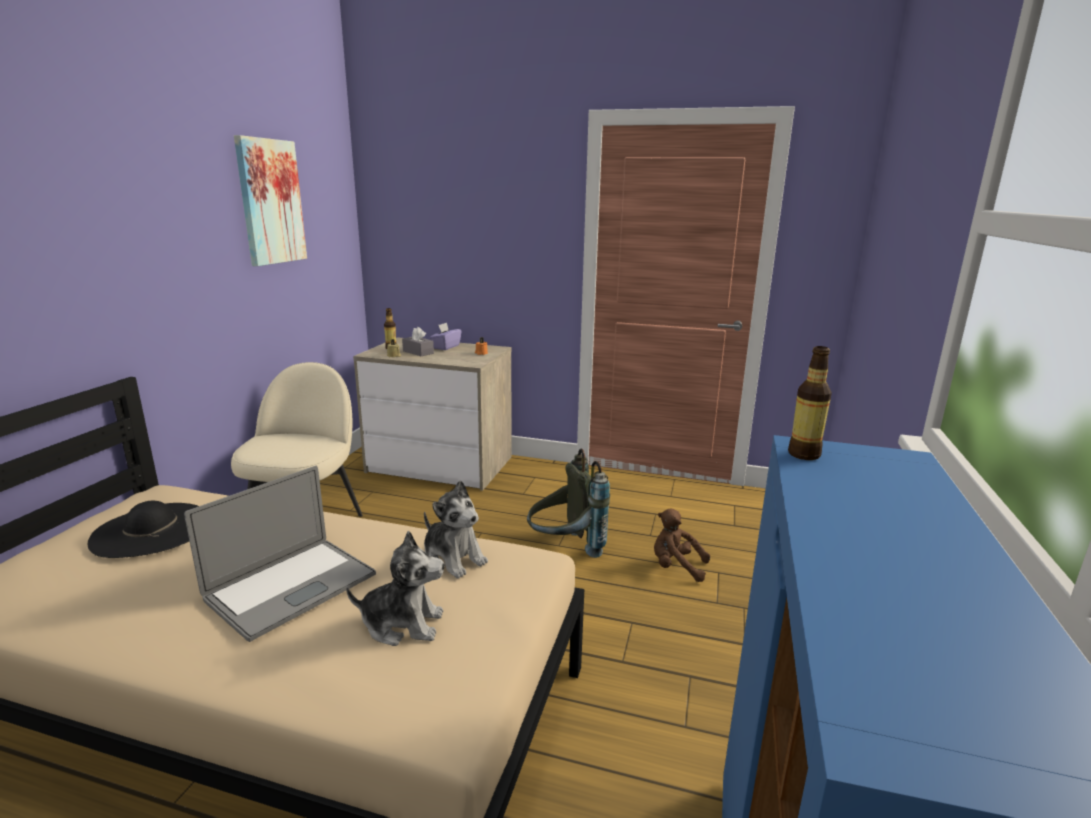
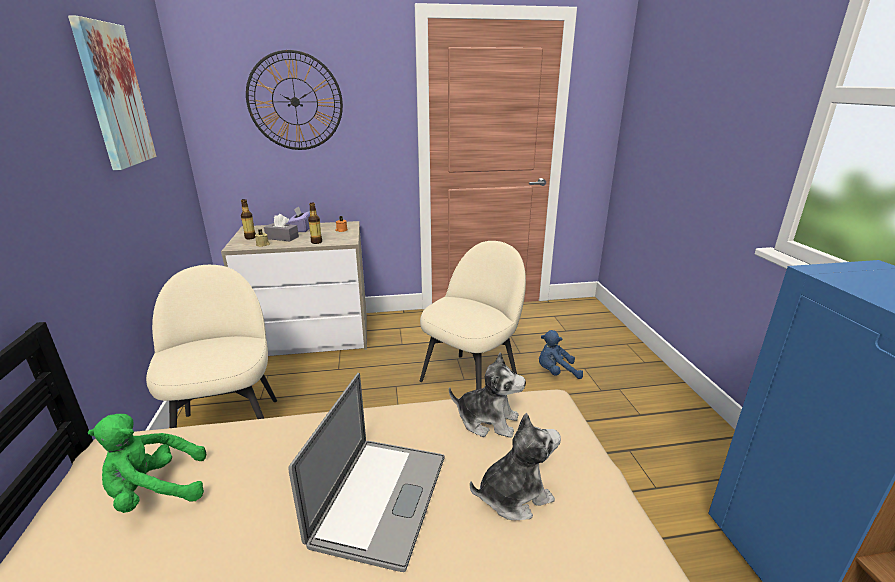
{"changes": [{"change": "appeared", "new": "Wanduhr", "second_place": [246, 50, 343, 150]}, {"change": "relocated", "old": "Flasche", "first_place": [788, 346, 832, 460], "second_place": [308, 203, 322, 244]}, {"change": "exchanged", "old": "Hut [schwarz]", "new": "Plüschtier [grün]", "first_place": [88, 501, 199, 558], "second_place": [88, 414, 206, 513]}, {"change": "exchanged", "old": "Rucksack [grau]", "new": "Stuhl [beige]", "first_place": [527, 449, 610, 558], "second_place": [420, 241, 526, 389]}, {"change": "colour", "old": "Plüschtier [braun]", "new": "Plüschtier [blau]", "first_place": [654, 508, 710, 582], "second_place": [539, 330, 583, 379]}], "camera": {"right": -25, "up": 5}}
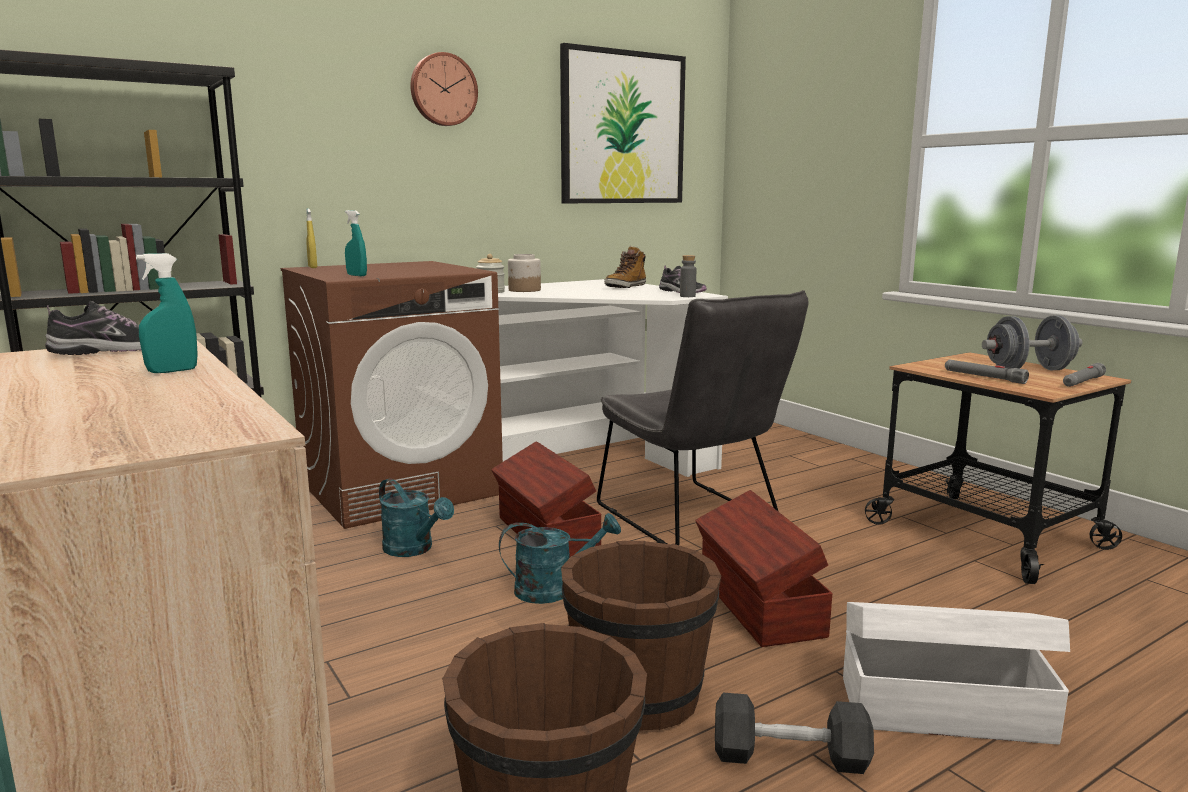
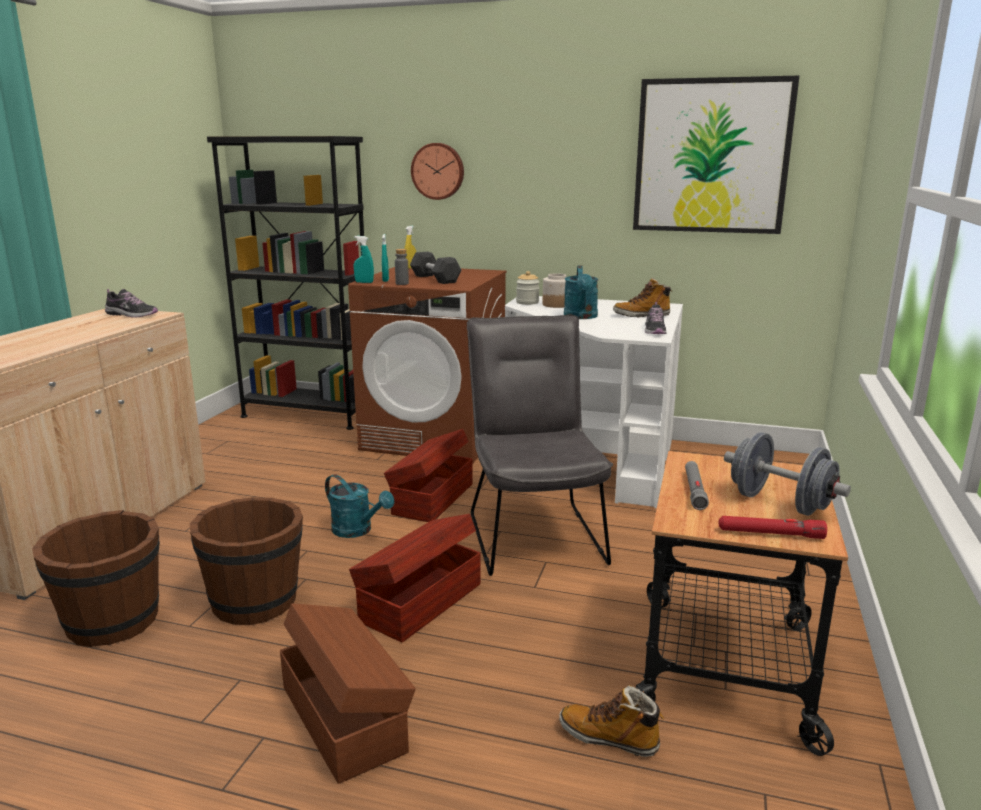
{"changes": [{"change": "appeared", "new": "Stiefel", "second_place": [559, 685, 664, 757]}, {"change": "relocated", "old": "Sprühflasche [türkis]", "first_place": [136, 253, 198, 373], "second_place": [354, 236, 374, 283]}, {"change": "relocated", "old": "Gießkanne [türkis]", "first_place": [379, 478, 454, 557], "second_place": [564, 266, 598, 319]}, {"change": "relocated", "old": "Wanduhr", "first_place": [410, 52, 478, 126], "second_place": [411, 143, 464, 200]}, {"change": "relocated", "old": "Flasche [grau]", "first_place": [680, 255, 696, 297], "second_place": [395, 249, 409, 285]}, {"change": "relocated", "old": "Hantel [schwarz]", "first_place": [715, 693, 874, 774], "second_place": [410, 252, 461, 284]}, {"change": "colour", "old": "Aufbewahrungsbox [weiß]", "new": "Aufbewahrungsbox [braun]", "first_place": [843, 602, 1070, 744], "second_place": [280, 603, 416, 784]}, {"change": "colour", "old": "Taschenlampe [grau]", "new": "Taschenlampe [rot]", "first_place": [1063, 363, 1106, 387], "second_place": [719, 516, 827, 539]}, {"change": "spun", "old": "Stuhl [grau]", "first_place": [597, 290, 808, 545], "second_place": [467, 315, 613, 576], "degrees": 150}], "camera": {"right": 50, "up": 5}}
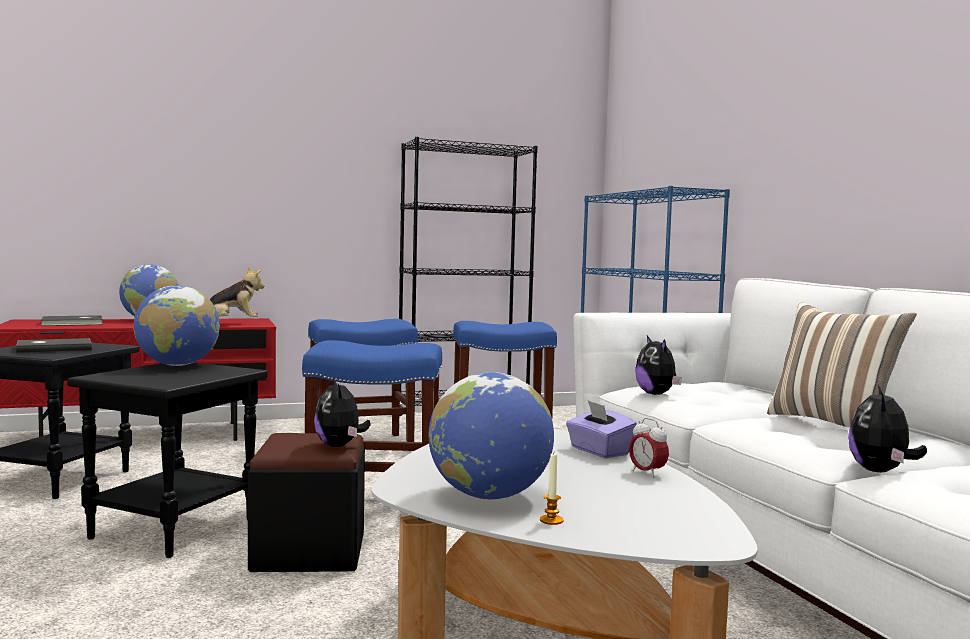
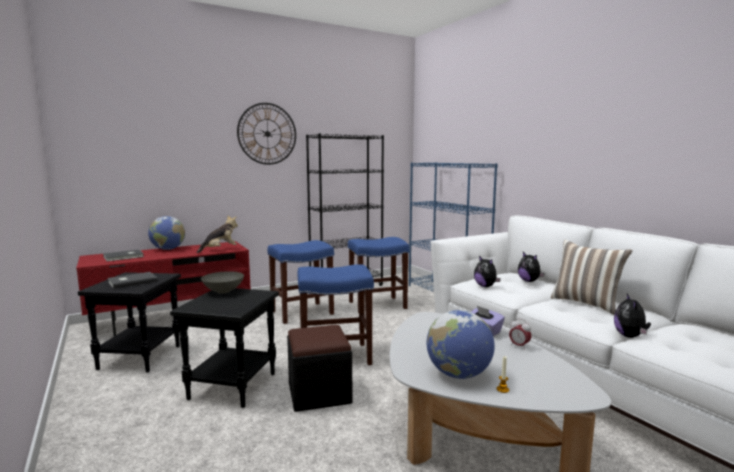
{"changes": [{"change": "appeared", "new": "Wanduhr", "second_place": [237, 103, 296, 165]}, {"change": "relocated", "old": "Plüschtier", "first_place": [314, 377, 370, 447], "second_place": [518, 252, 545, 282]}, {"change": "exchanged", "old": "Globus", "new": "Schüssel [grau]", "first_place": [134, 286, 220, 366], "second_place": [201, 271, 244, 294]}], "camera": {"right": -10, "up": 5}}
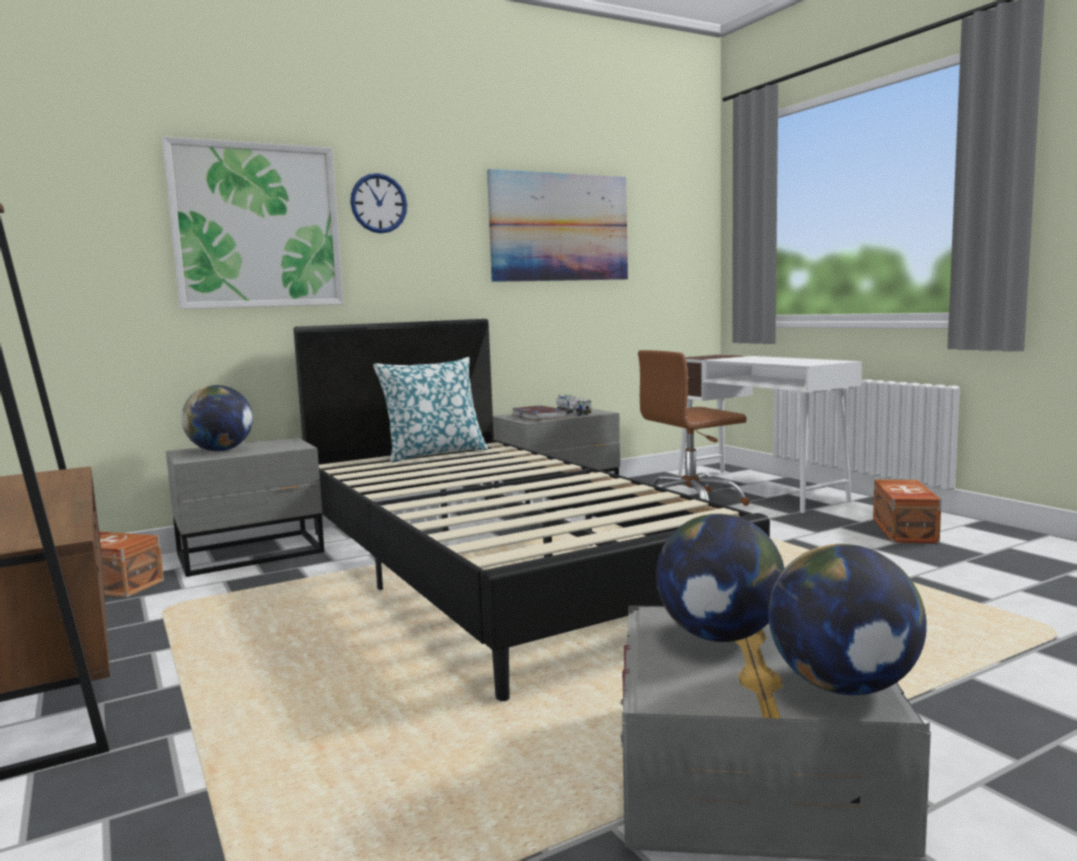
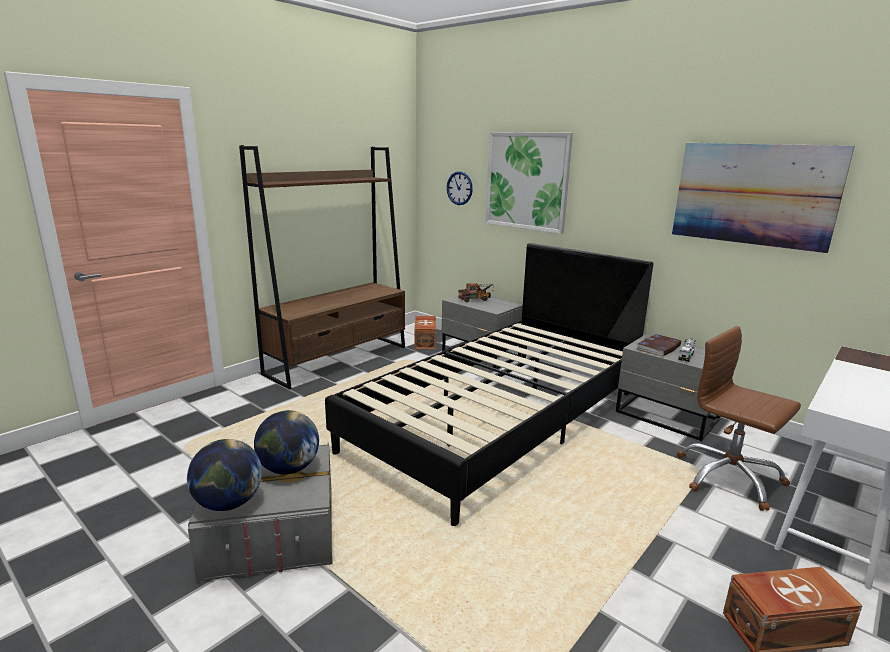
{"changes": [{"change": "missing", "old": "Kissen", "first_place": [373, 357, 488, 463]}, {"change": "relocated", "old": "Wanduhr", "first_place": [350, 173, 407, 233], "second_place": [447, 171, 473, 205]}, {"change": "exchanged", "old": "Globus", "new": "Spielzeuglaster", "first_place": [181, 385, 253, 451], "second_place": [458, 283, 493, 302]}], "camera": {"right": 70, "up": 10}}
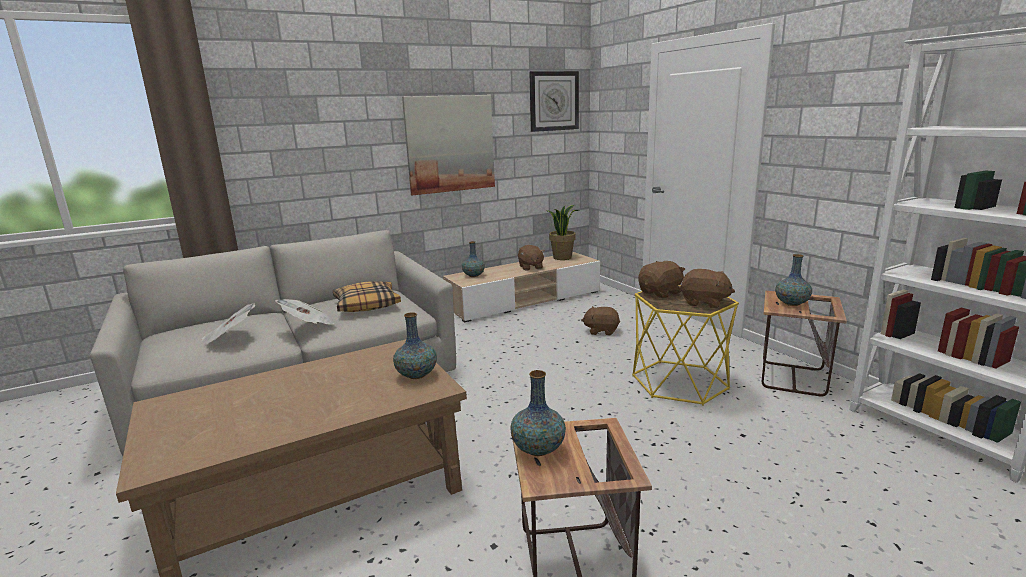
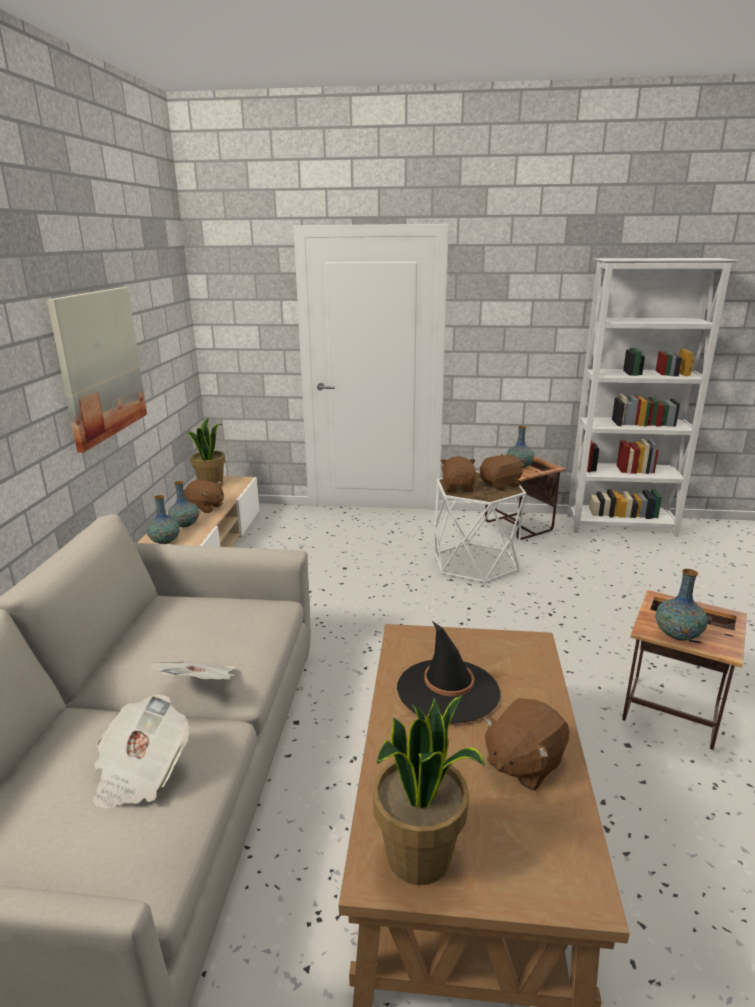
{"changes": [{"change": "missing", "old": "Kissen", "first_place": [333, 281, 401, 312]}, {"change": "missing", "old": "Wanduhr", "first_place": [529, 71, 579, 132]}, {"change": "appeared", "new": "Topfpflanze", "second_place": [373, 695, 485, 885]}, {"change": "appeared", "new": "Hut [schwarz]", "second_place": [397, 621, 501, 724]}, {"change": "relocated", "old": "Vase", "first_place": [393, 312, 437, 379], "second_place": [168, 481, 199, 527]}, {"change": "relocated", "old": "Plüschtier [braun]", "first_place": [581, 306, 620, 335], "second_place": [484, 698, 569, 791]}, {"change": "colour", "old": "Beistelltisch [gelb]", "new": "Beistelltisch [weiß]", "first_place": [632, 285, 739, 406], "second_place": [435, 471, 526, 584]}], "camera": {"right": -55, "up": 5}}
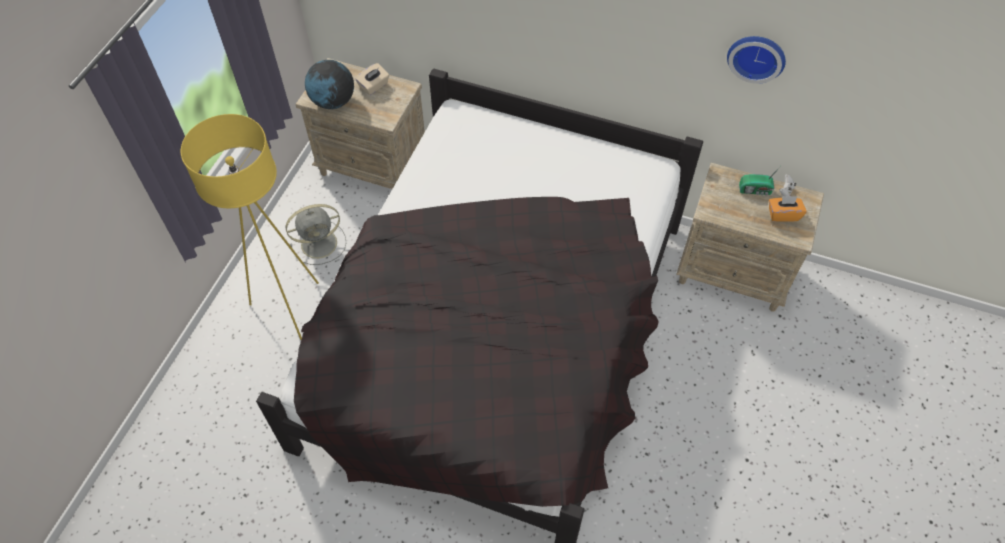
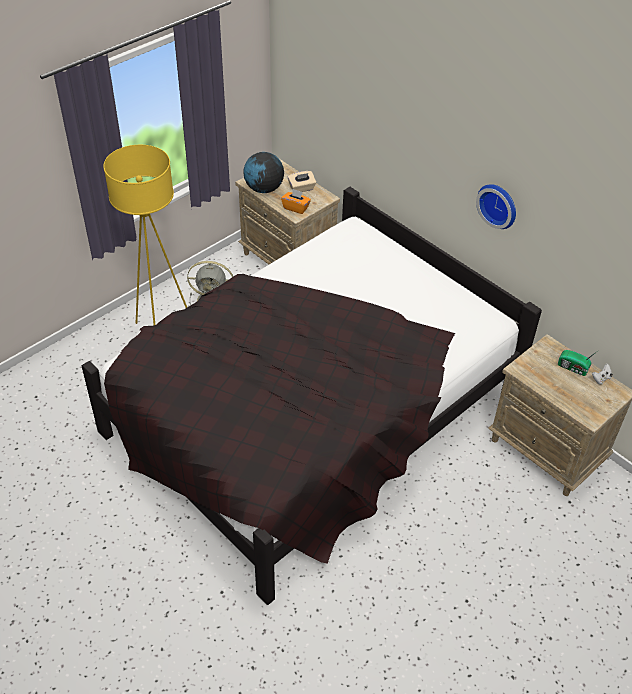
{"changes": [{"change": "relocated", "old": "Wanduhr", "first_place": [727, 36, 786, 84], "second_place": [476, 184, 516, 229]}, {"change": "relocated", "old": "Taschentuchbox [orange]", "first_place": [769, 196, 807, 222], "second_place": [281, 189, 311, 214]}], "camera": {"right": 25, "up": -10}}
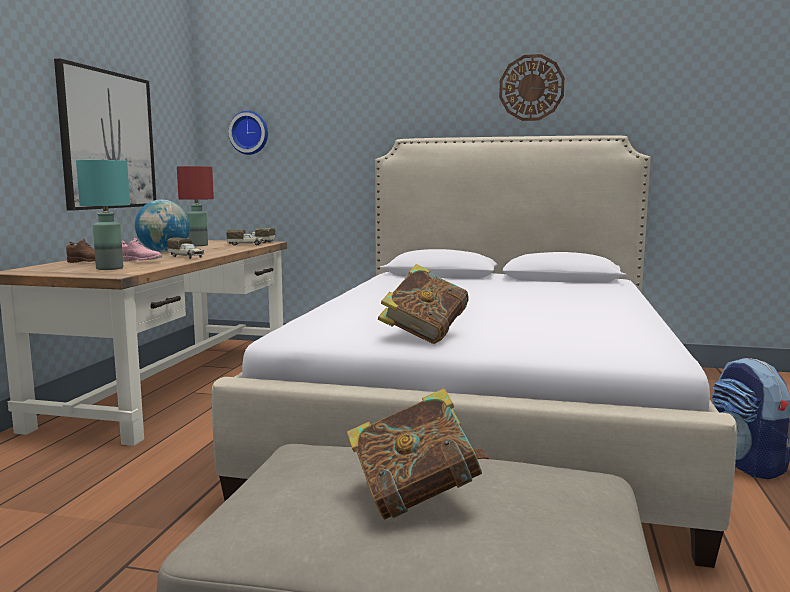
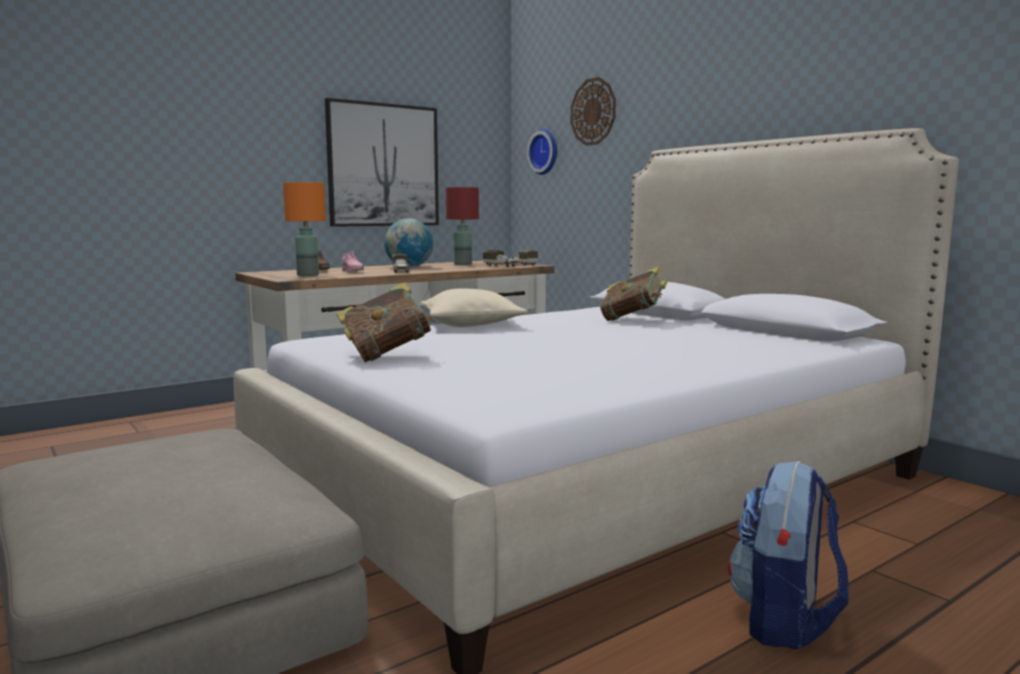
{"changes": [{"change": "appeared", "new": "Kissen [beige]", "second_place": [420, 288, 528, 327]}, {"change": "relocated", "old": "Buch", "first_place": [347, 388, 489, 520], "second_place": [600, 267, 667, 321]}, {"change": "relocated", "old": "Wanduhr", "first_place": [499, 54, 565, 121], "second_place": [571, 77, 616, 146]}, {"change": "colour", "old": "Tischlampe [türkis]", "new": "Tischlampe [orange]", "first_place": [76, 160, 130, 270], "second_place": [283, 182, 326, 276]}], "camera": {"right": 40, "up": 0}}
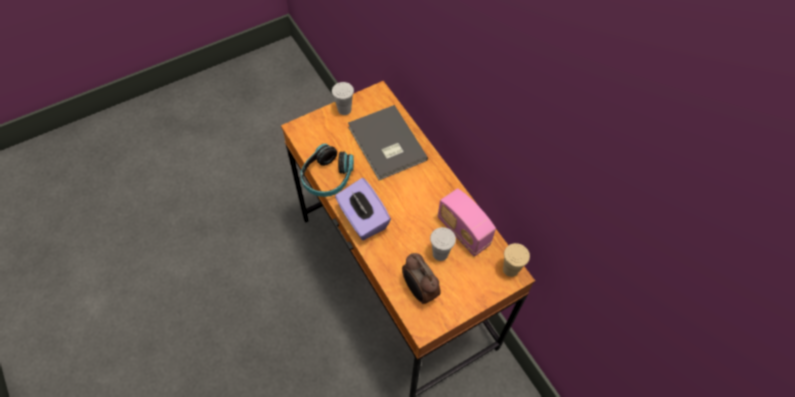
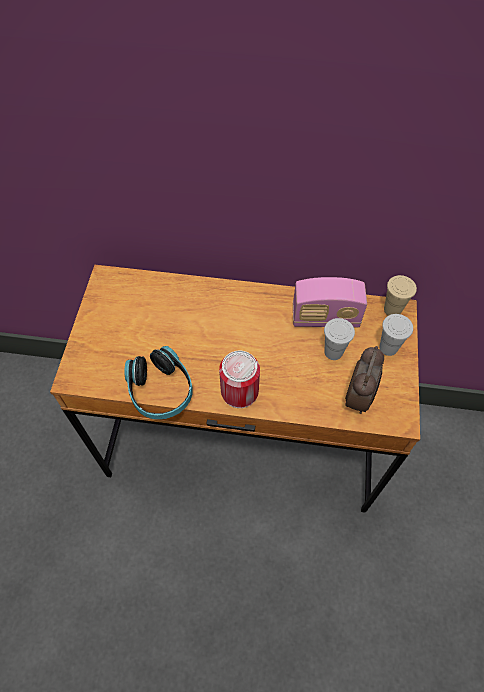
{"changes": [{"change": "missing", "old": "Buch [grau]", "first_place": [348, 105, 428, 180]}, {"change": "relocated", "old": "Tasse [weiß]", "first_place": [332, 82, 354, 115], "second_place": [379, 314, 413, 356]}, {"change": "exchanged", "old": "Taschentuchbox [lila]", "new": "Dose", "first_place": [335, 178, 391, 240], "second_place": [219, 351, 260, 408]}, {"change": "spun", "old": "Wecker", "first_place": [402, 253, 441, 304], "second_place": [345, 346, 384, 414], "degrees": -75}], "camera": {"right": -50, "up": 0}}
